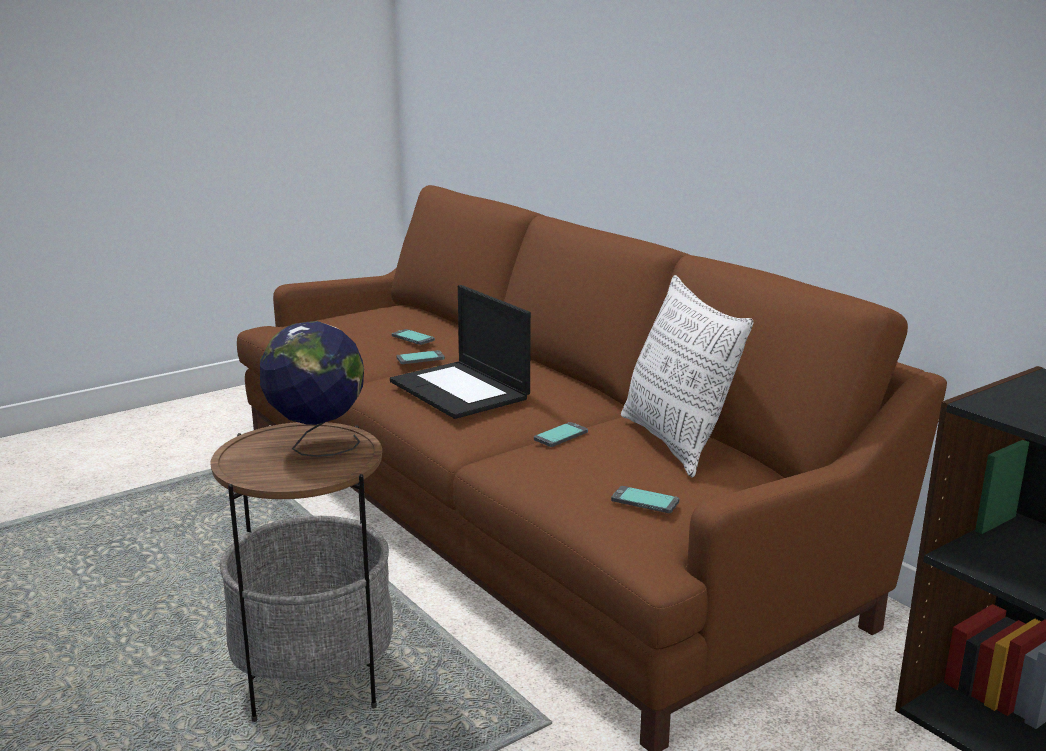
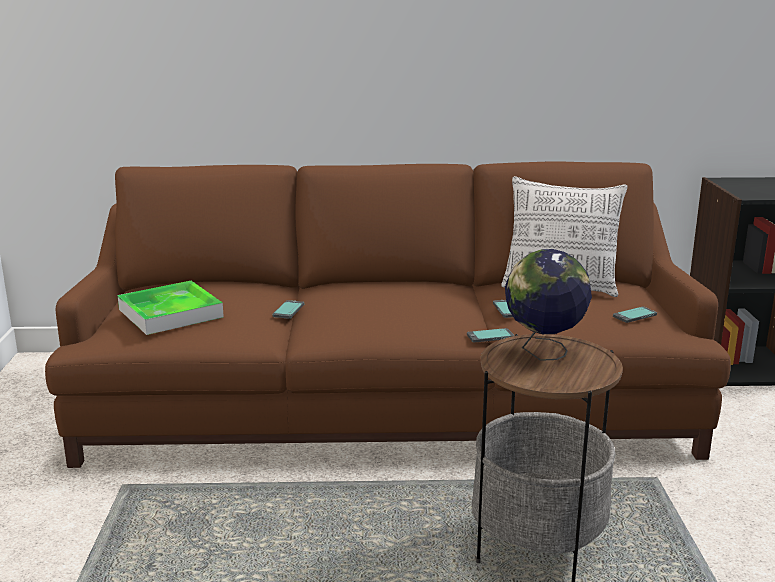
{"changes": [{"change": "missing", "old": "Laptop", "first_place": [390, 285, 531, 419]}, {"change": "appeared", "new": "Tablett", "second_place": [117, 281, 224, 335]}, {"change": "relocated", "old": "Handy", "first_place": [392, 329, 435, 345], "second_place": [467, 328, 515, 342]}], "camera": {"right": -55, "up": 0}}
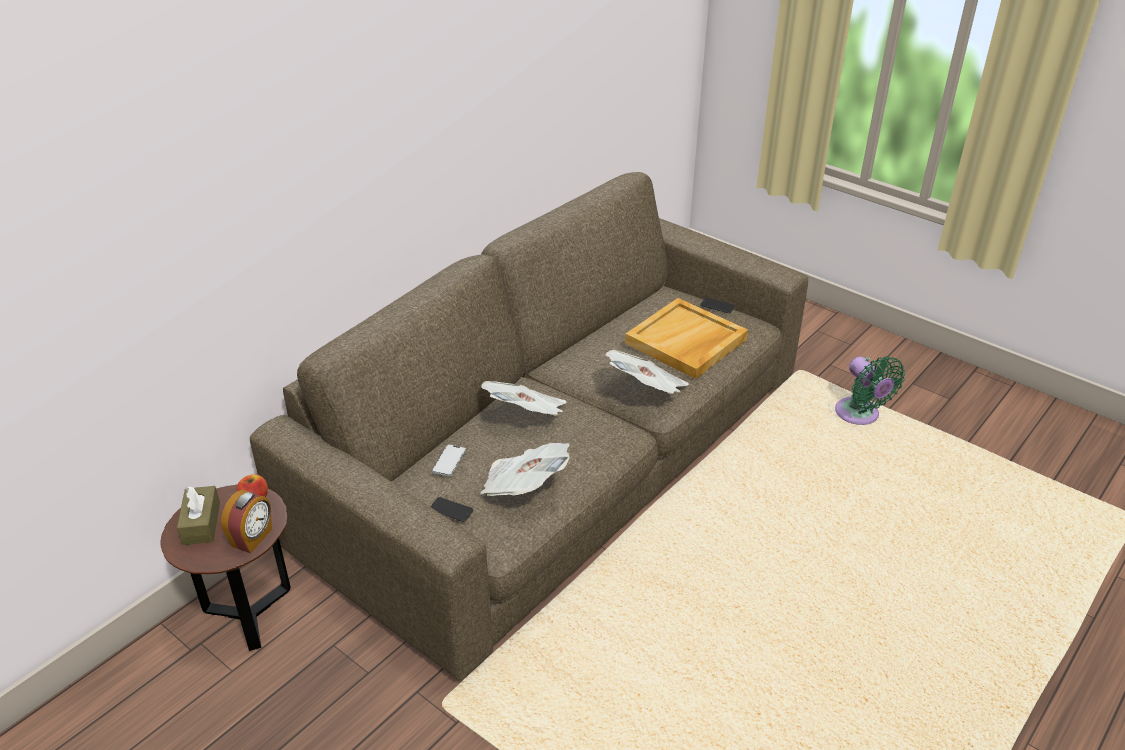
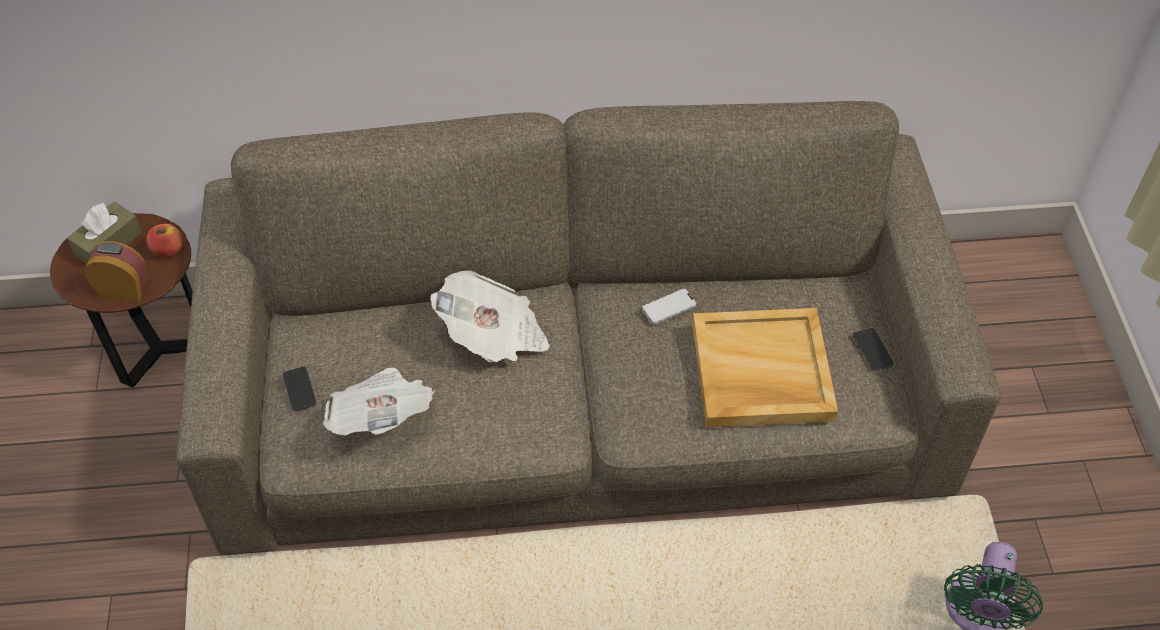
{"changes": [{"change": "missing", "old": "Zeitung", "first_place": [606, 350, 689, 394]}, {"change": "relocated", "old": "Handy", "first_place": [432, 444, 466, 476], "second_place": [642, 288, 697, 325]}, {"change": "spun", "old": "Wecker", "first_place": [221, 490, 272, 553], "second_place": [84, 241, 147, 303], "degrees": -150}], "camera": {"right": 45, "up": 15}}
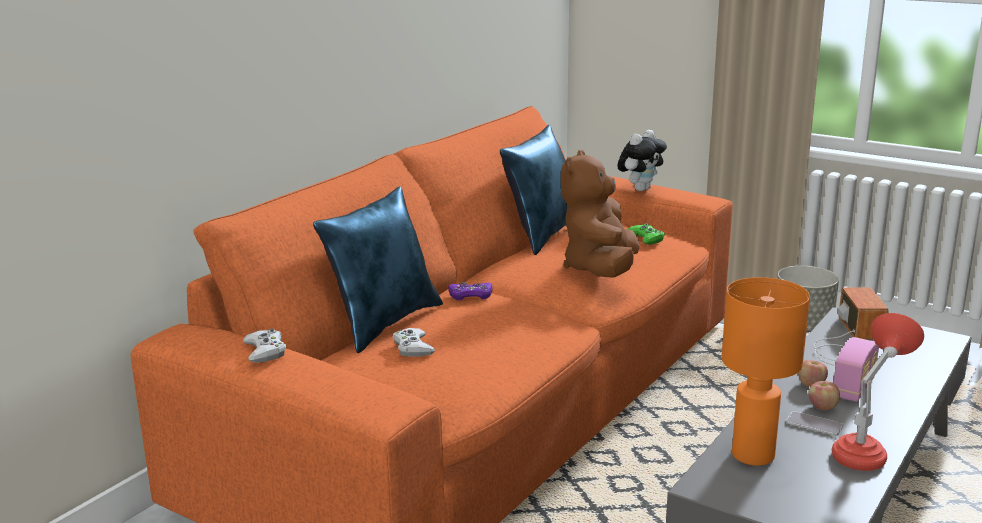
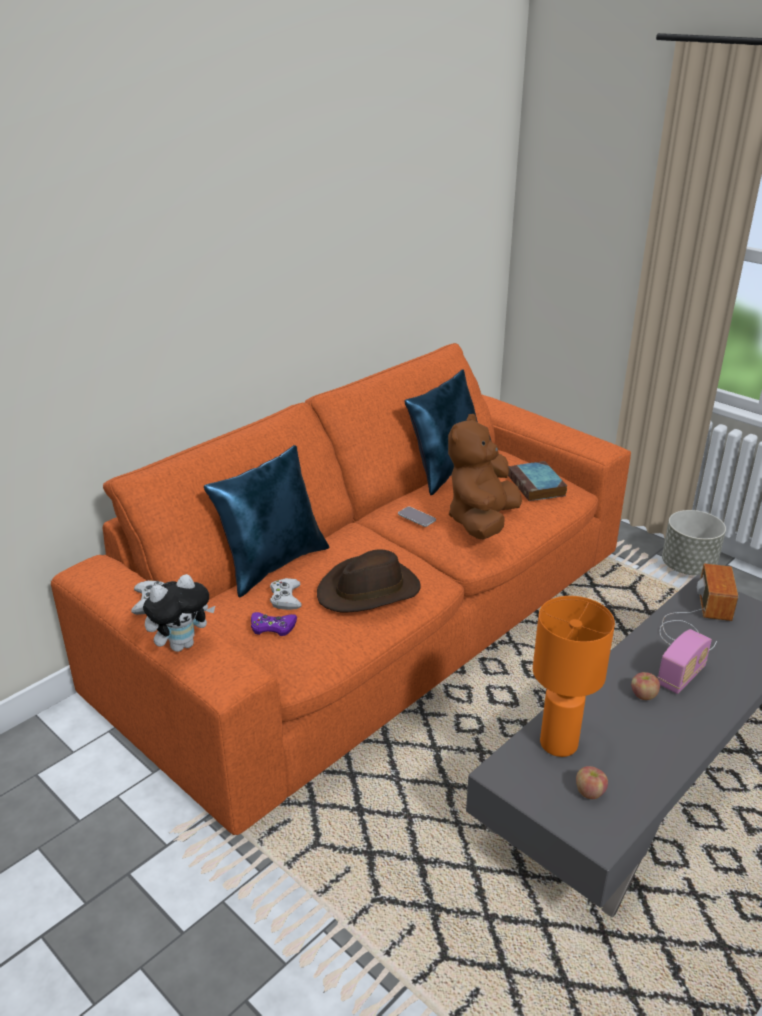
{"changes": [{"change": "missing", "old": "Tischlampe [rot]", "first_place": [832, 313, 924, 471]}, {"change": "appeared", "new": "Hut [braun]", "second_place": [317, 549, 421, 612]}, {"change": "relocated", "old": "Gamepad [lila]", "first_place": [448, 282, 492, 300], "second_place": [251, 612, 297, 636]}, {"change": "relocated", "old": "Plüschtier", "first_place": [617, 130, 667, 191], "second_place": [143, 574, 215, 652]}, {"change": "relocated", "old": "Handy", "first_place": [786, 411, 843, 436], "second_place": [398, 506, 436, 527]}, {"change": "relocated", "old": "Apfel", "first_place": [798, 360, 828, 387], "second_place": [576, 766, 608, 799]}, {"change": "exchanged", "old": "Gamepad [grün]", "new": "Buch", "first_place": [628, 223, 665, 245], "second_place": [508, 461, 567, 501]}], "camera": {"right": 10, "up": 10}}
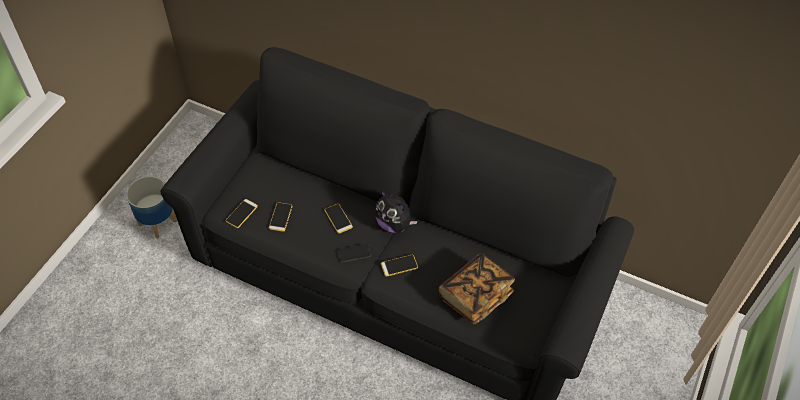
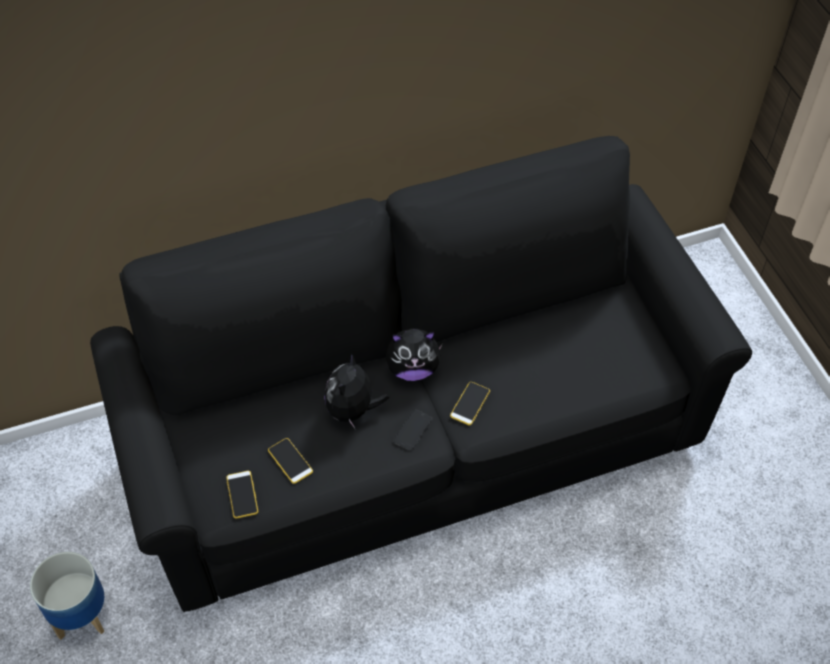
{"changes": [{"change": "missing", "old": "Buch", "first_place": [439, 253, 515, 325]}, {"change": "exchanged", "old": "Handy", "new": "Plüschtier", "first_place": [324, 204, 353, 233], "second_place": [324, 353, 389, 430]}], "camera": {"right": -45, "up": 0}}
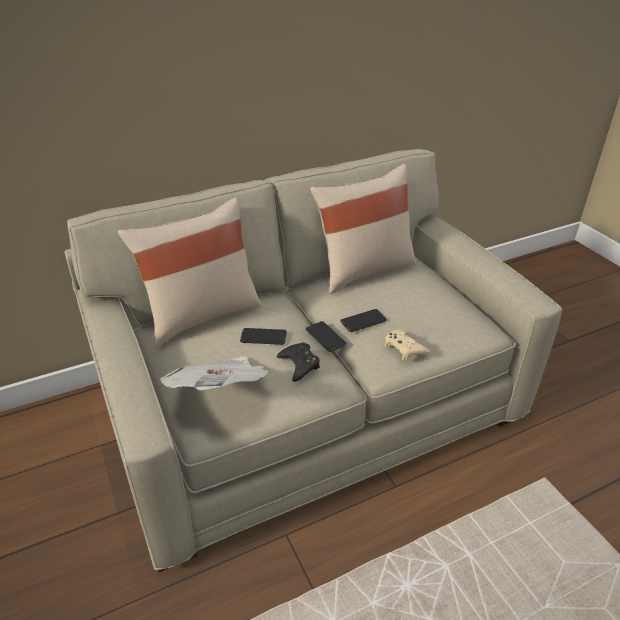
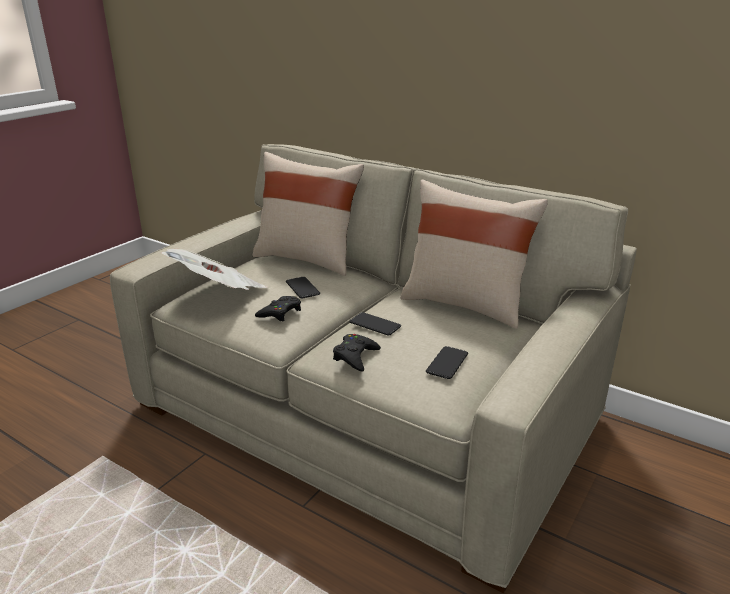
{"changes": [{"change": "relocated", "old": "Handy", "first_place": [306, 321, 347, 352], "second_place": [426, 346, 468, 379]}, {"change": "colour", "old": "Gamepad [beige]", "new": "Gamepad [schwarz]", "first_place": [385, 329, 430, 360], "second_place": [333, 334, 381, 372]}], "camera": {"right": 60, "up": -10}}
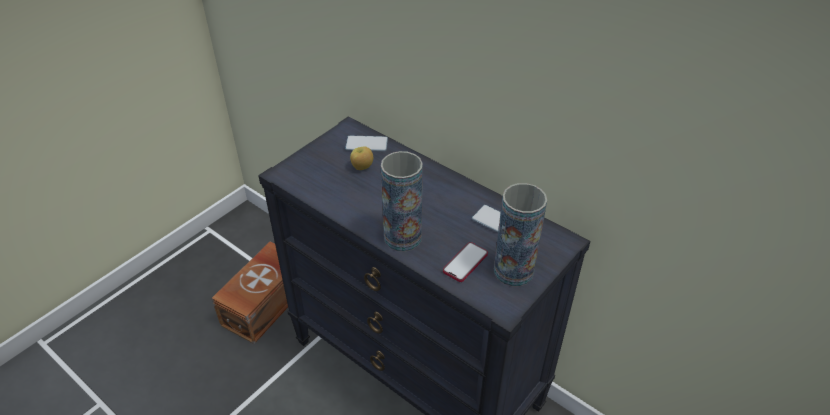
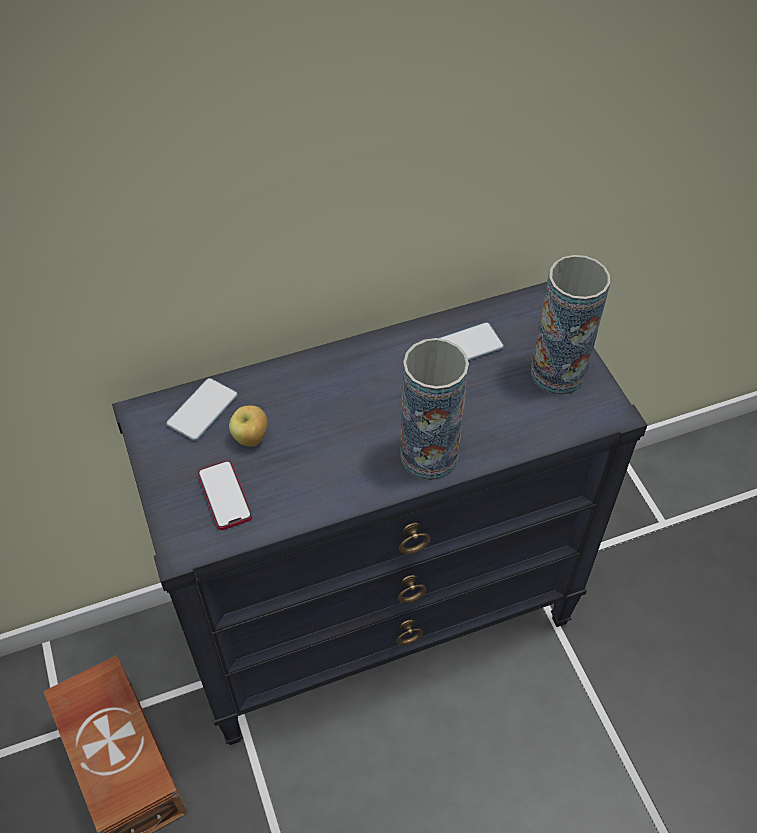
{"changes": [{"change": "relocated", "old": "Handy", "first_place": [443, 242, 488, 282], "second_place": [198, 460, 252, 530]}], "camera": {"right": -60, "up": 10}}
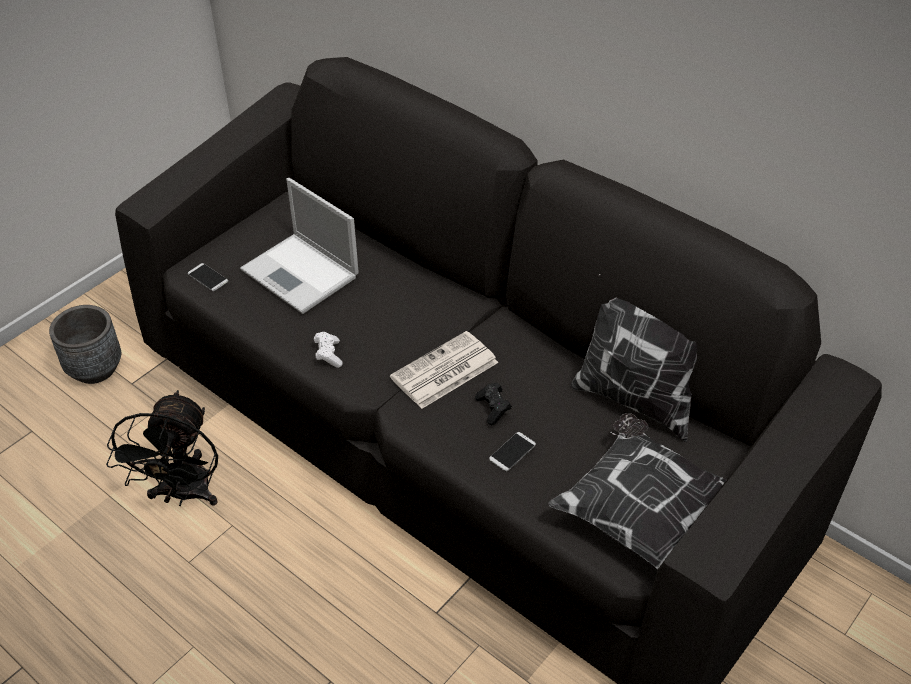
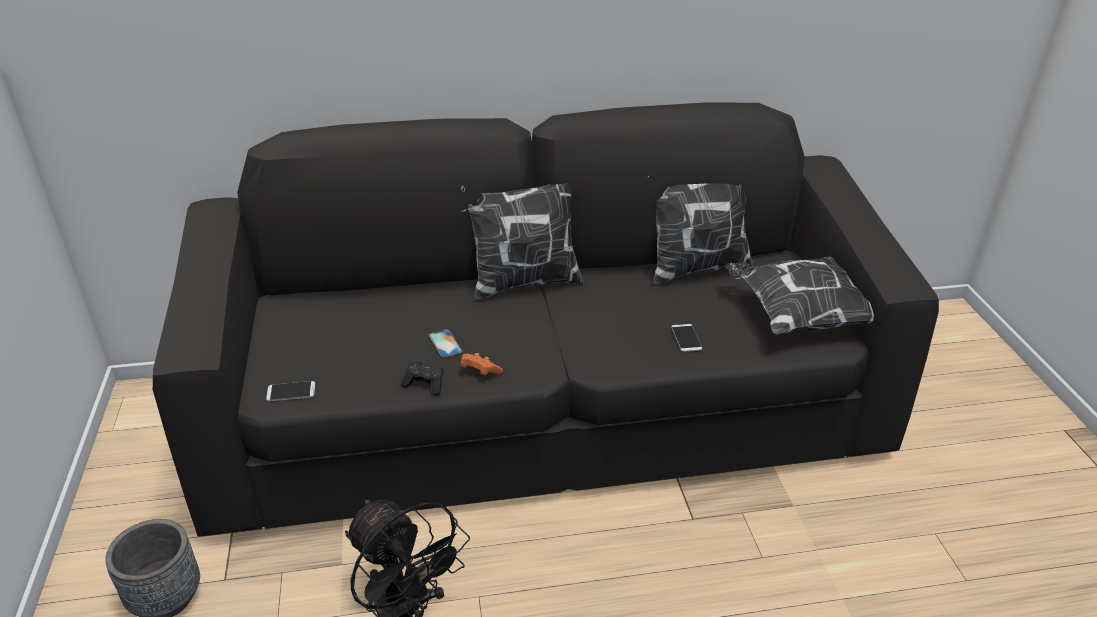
{"changes": [{"change": "missing", "old": "Laptop", "first_place": [240, 178, 359, 314]}, {"change": "missing", "old": "Zeitung", "first_place": [390, 331, 499, 409]}, {"change": "appeared", "new": "Handy", "second_place": [429, 329, 463, 358]}, {"change": "appeared", "new": "Kissen", "second_place": [459, 183, 584, 301]}, {"change": "relocated", "old": "Gamepad [schwarz]", "first_place": [475, 383, 512, 425], "second_place": [401, 360, 443, 395]}, {"change": "colour", "old": "Gamepad [weiß]", "new": "Gamepad [orange]", "first_place": [314, 332, 343, 368], "second_place": [461, 353, 503, 375]}], "camera": {"right": -50, "up": -10}}
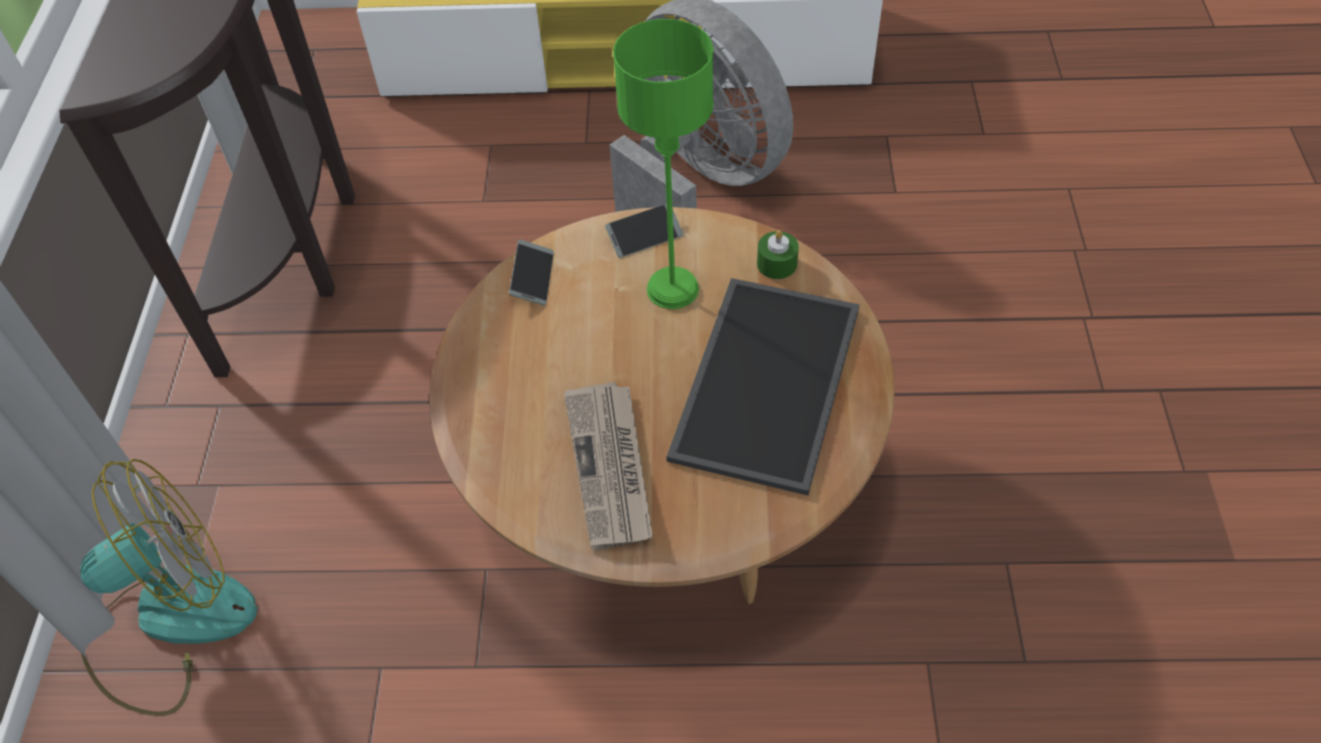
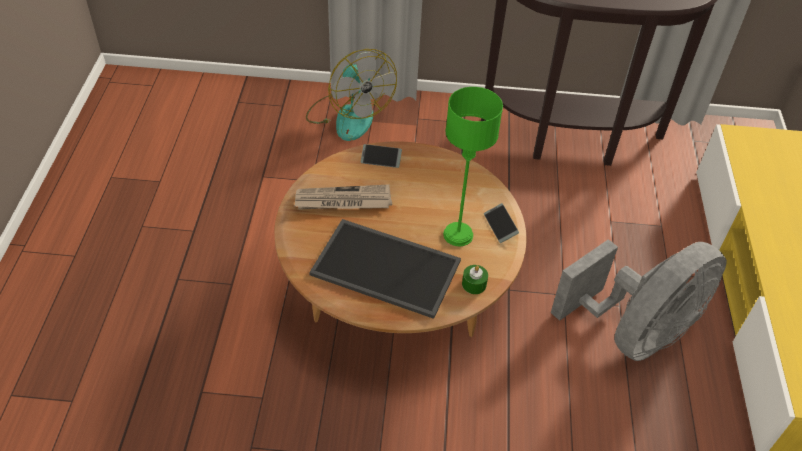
{"changes": [{"change": "relocated", "old": "Handy", "first_place": [509, 240, 554, 305], "second_place": [361, 144, 402, 168]}], "camera": {"right": 90, "up": -5}}
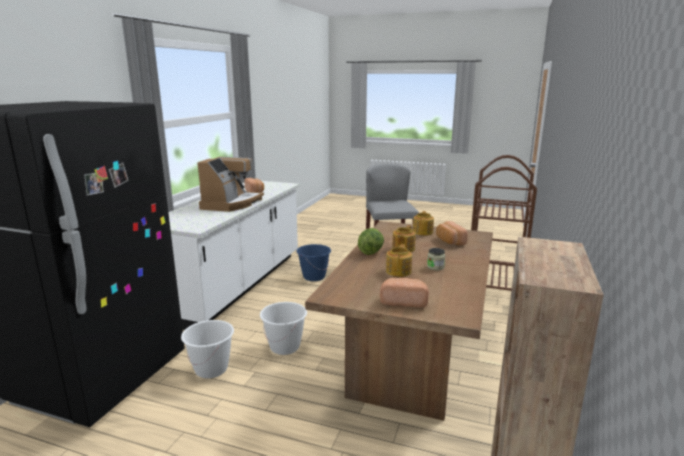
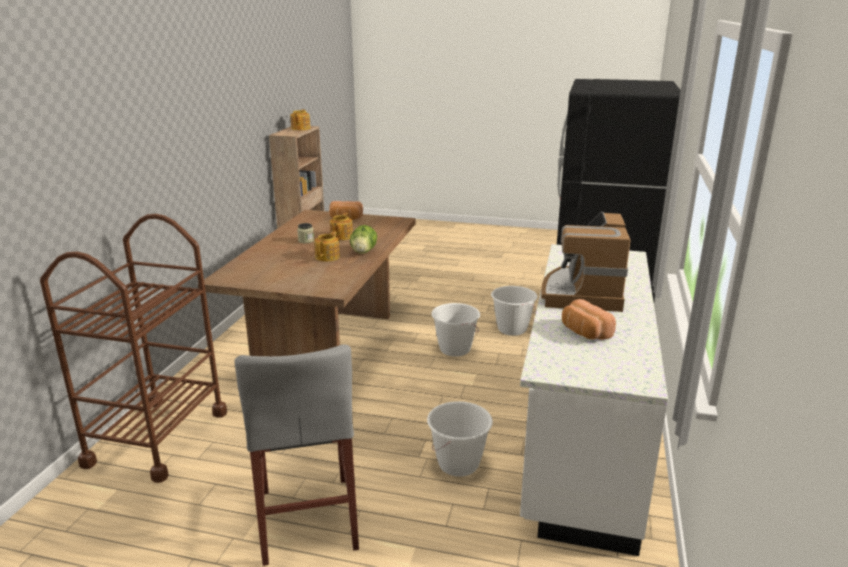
{"changes": [{"change": "missing", "old": "Brot", "first_place": [436, 221, 468, 246]}, {"change": "relocated", "old": "Teekanne", "first_place": [413, 211, 434, 236], "second_place": [290, 109, 310, 130]}, {"change": "colour", "old": "Eimer [blau]", "new": "Eimer [weiß]", "first_place": [296, 244, 331, 281], "second_place": [427, 401, 493, 477]}], "camera": {"right": 175, "up": 5}}
